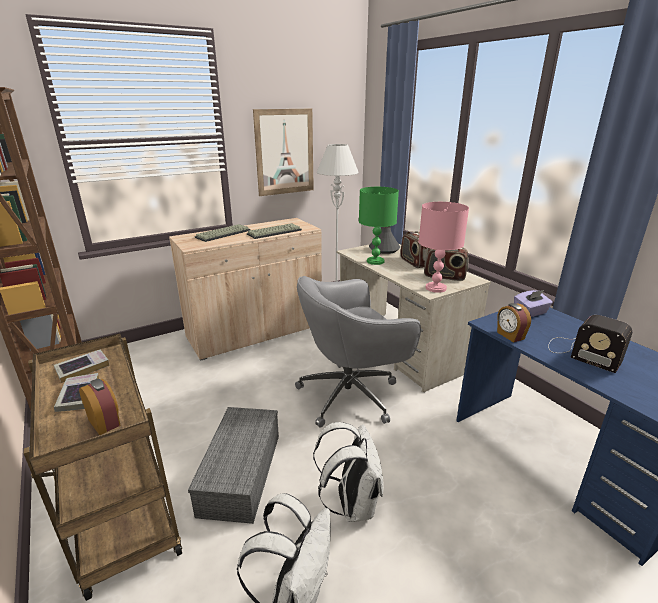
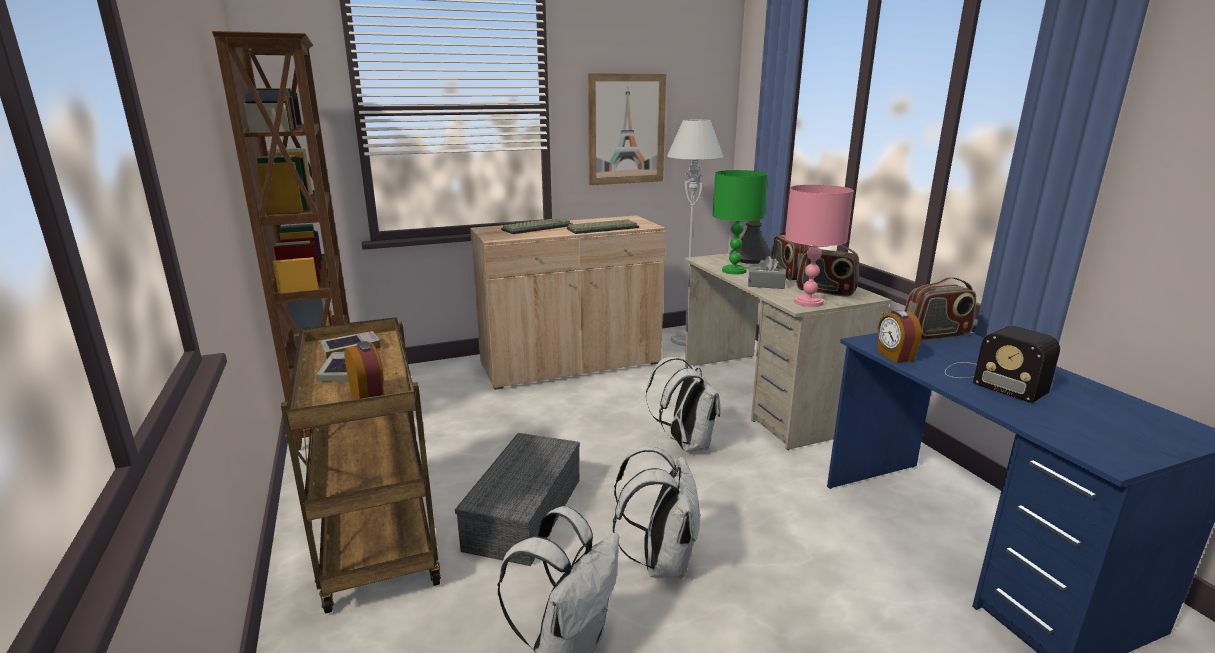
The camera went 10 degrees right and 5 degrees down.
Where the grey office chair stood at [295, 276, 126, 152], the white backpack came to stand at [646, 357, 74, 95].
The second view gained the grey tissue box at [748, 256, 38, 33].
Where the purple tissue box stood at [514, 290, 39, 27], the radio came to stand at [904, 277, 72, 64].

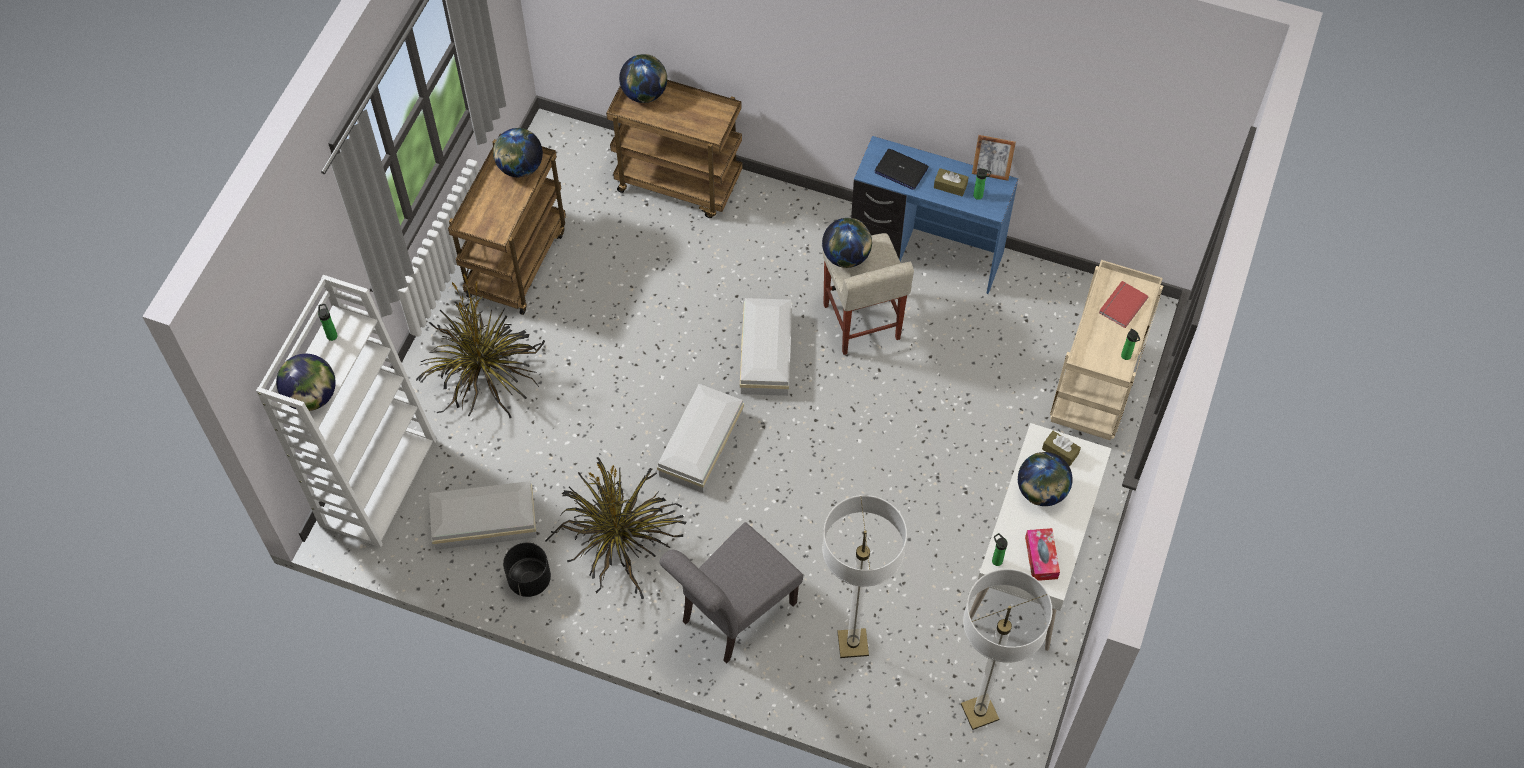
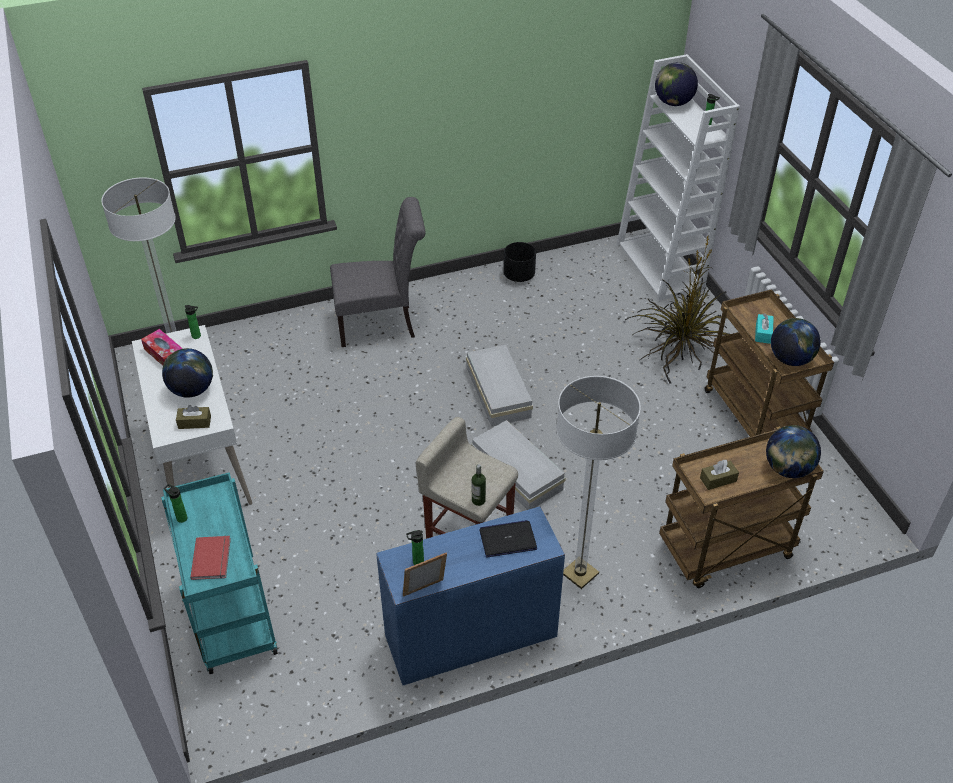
The camera went 140 degrees right and 15 degrees down.
What was the beige cart at [1050, 260, 113, 180] turned into the turquoise cart at [161, 472, 117, 202].
The grey chair at [660, 522, 143, 142] ended up facing another way, 75 degrees clockwise from before.
The second view gained the bottle at [472, 464, 14, 42].
The floor lamp ended up elsewhere, having gone from [822, 495, 85, 163] to [556, 376, 85, 213].
The brown tissue box ended up elsewhere, having gone from [934, 168, 35, 28] to [700, 460, 39, 30].
The second view gained the turquoise tissue box at [755, 313, 19, 31].
The second view lost the white storage box at [429, 481, 108, 69].
The second view lost the potted plant at [545, 457, 141, 142].
The second view lost the globe at [822, 218, 50, 50].

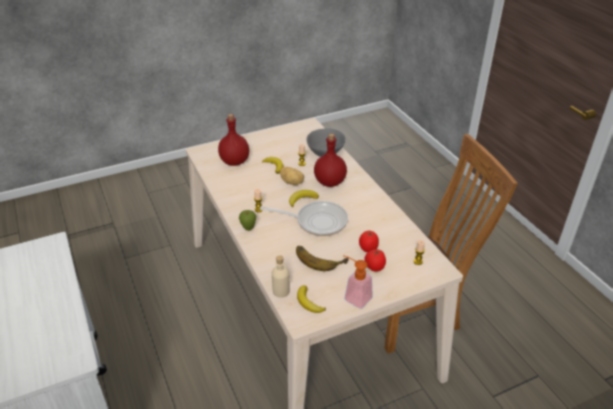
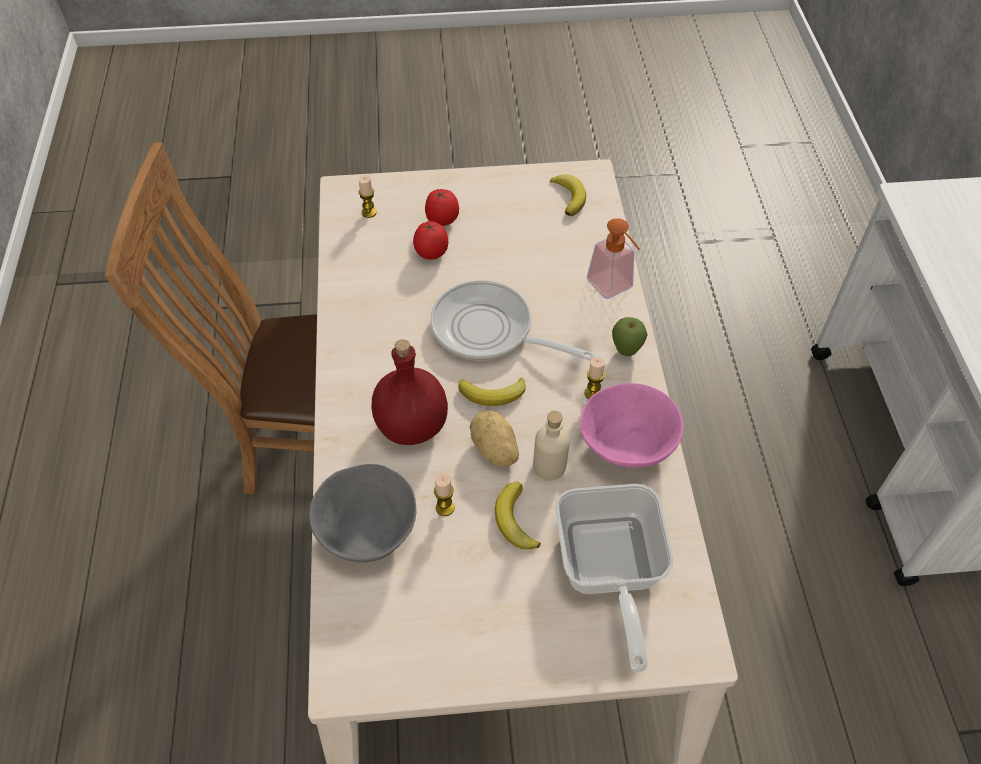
The camera went 160 degrees left and 15 degrees up.
The beige bottle ended up elsewhere, having gone from [272, 255, 18, 43] to [533, 411, 37, 69].
Where the red bottle stood at [218, 114, 31, 52], the frying pan came to stand at [555, 484, 118, 188].
The second view gained the pink bowl at [580, 383, 104, 85].
The soap dispenser ended up elsewhere, having gone from [343, 255, 30, 54] to [587, 218, 53, 81].
The second view lost the banana at [296, 246, 53, 25].

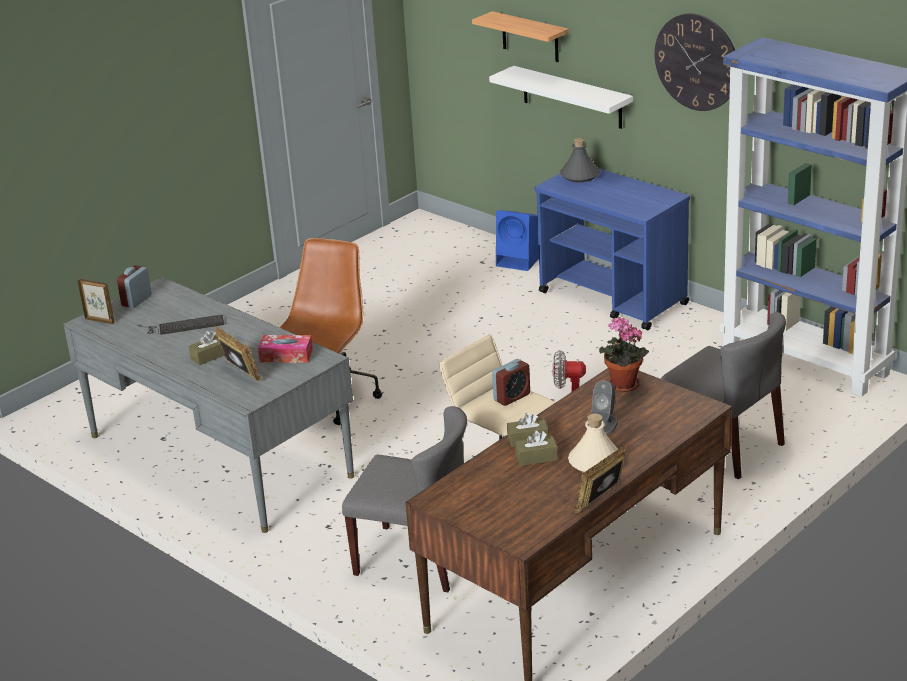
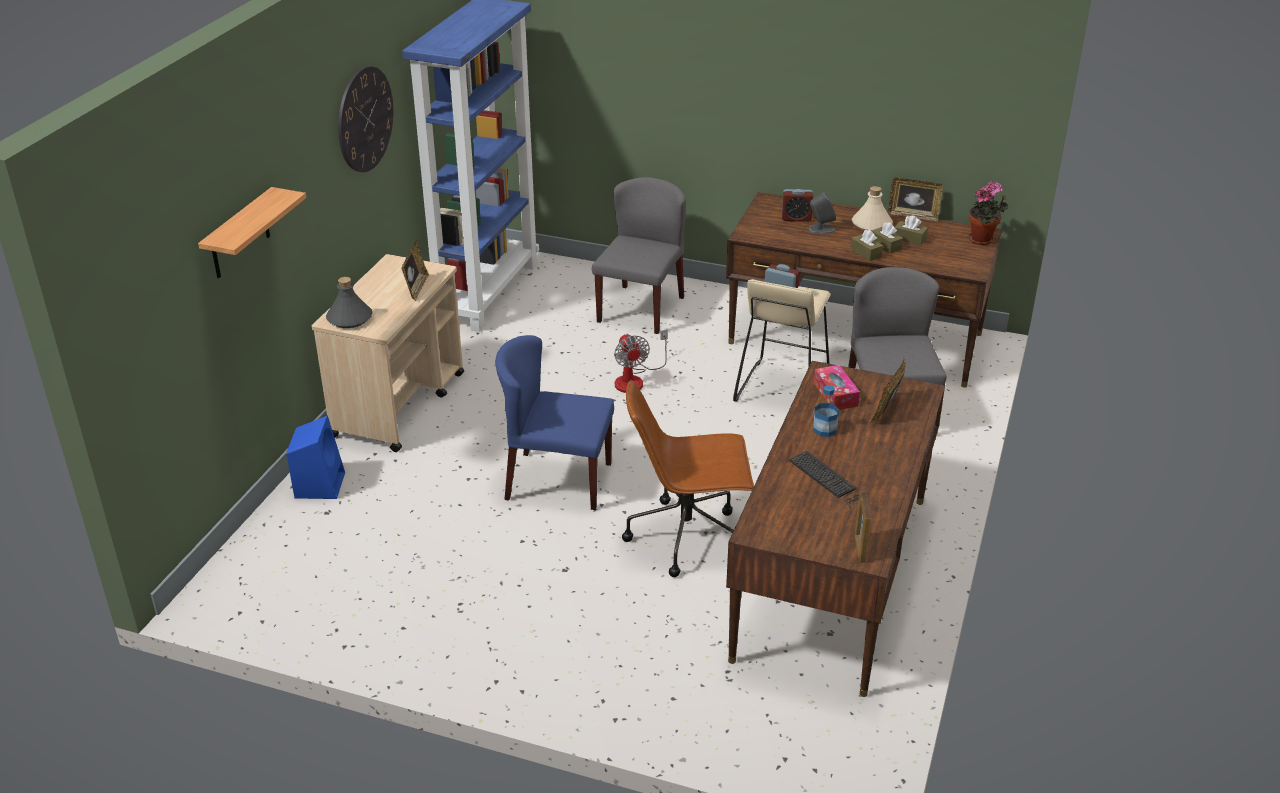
The camera went 115 degrees left and 5 degrees up.
What was the blue cart at [535, 168, 155, 162] turned into the beige cart at [312, 254, 152, 198].
The second view gained the picture frame at [401, 240, 28, 61].
The second view gained the blue chair at [495, 335, 119, 175].
What was the grey desk at [64, 277, 290, 256] turned into the brown desk at [726, 361, 219, 336].
The alarm clock ended up elsewhere, having gone from [117, 265, 35, 43] to [782, 189, 31, 33].
The second view gained the bottle at [813, 385, 26, 52].
The brown tissue box ended up elsewhere, having gone from [188, 331, 37, 34] to [894, 215, 34, 30].
The potted plant ended up elsewhere, having gone from [599, 317, 50, 75] to [968, 181, 40, 64].
The second view lost the white shelf at [489, 66, 144, 63].

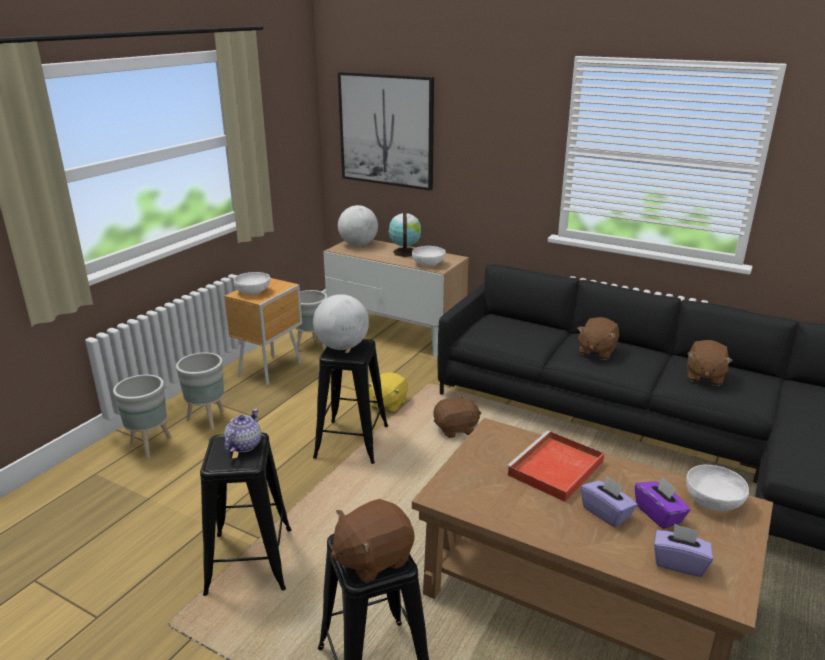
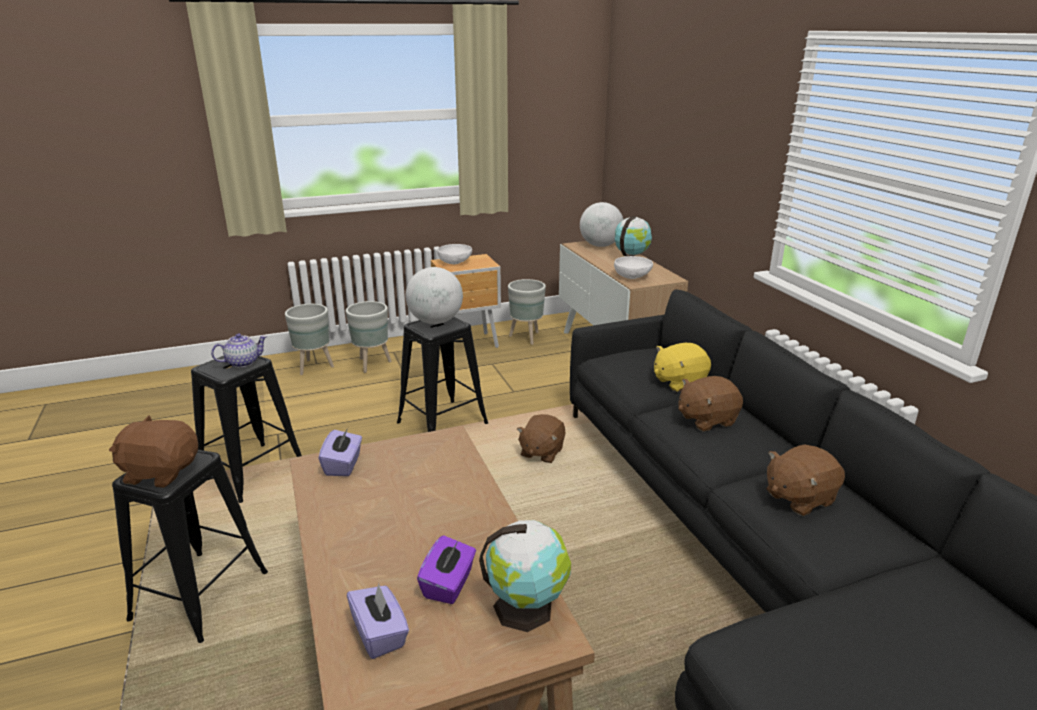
The camera went 40 degrees right and 0 degrees up.
The purple tissue box ended up elsewhere, having gone from [581, 476, 56, 52] to [318, 428, 44, 48].
Where the white bowl stood at [686, 465, 63, 46], the globe came to stand at [479, 520, 92, 112].
The brown plush toy at [433, 395, 48, 43] ended up facing another way, 90 degrees clockwise from before.
The yellow plush toy ended up elsewhere, having gone from [369, 373, 39, 40] to [654, 343, 57, 49].
The second view lost the picture at [338, 72, 96, 118].
The second view lost the red tray at [506, 431, 99, 71].

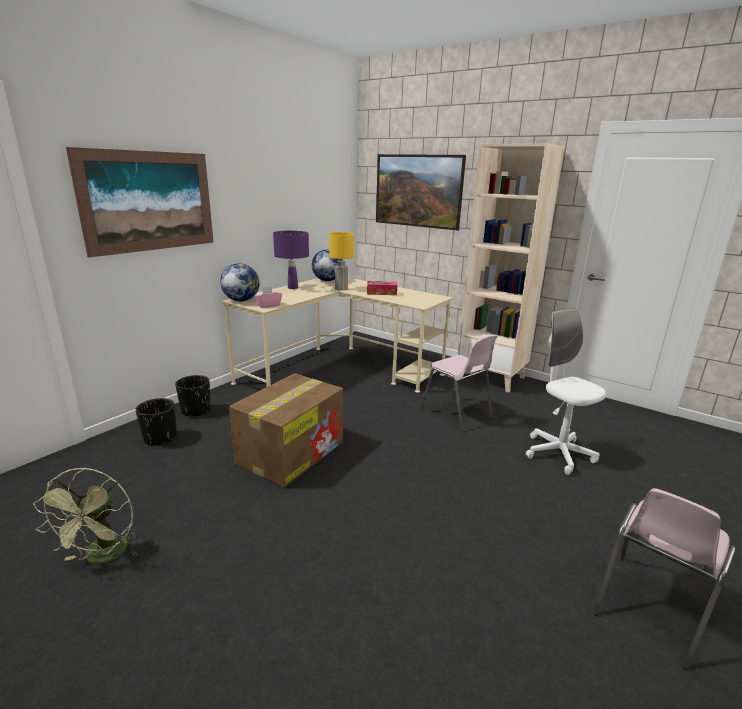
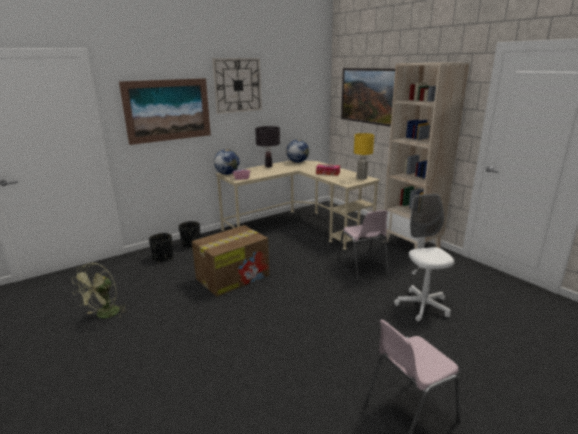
The camera went 20 degrees right and 0 degrees up.
The second view gained the wall clock at [212, 58, 50, 56].
What was the purple table lamp at [273, 231, 36, 58] turned into the black table lamp at [255, 126, 25, 41].
The yellow table lamp ended up elsewhere, having gone from [329, 232, 25, 59] to [354, 133, 20, 46].

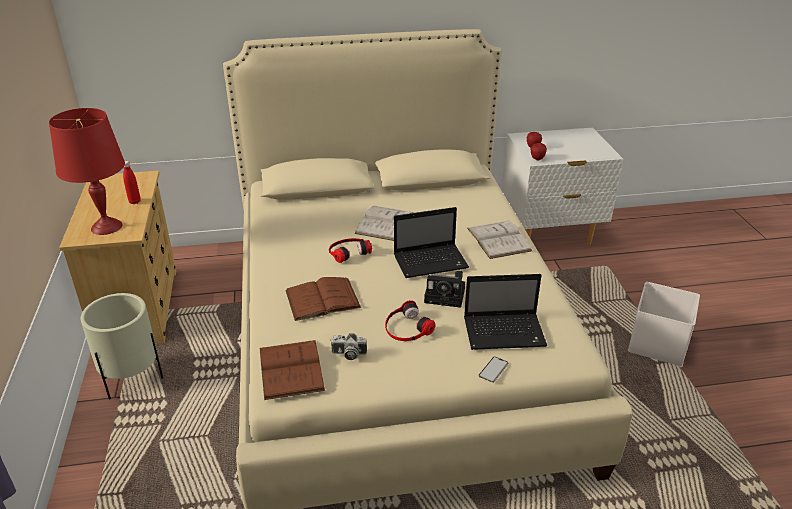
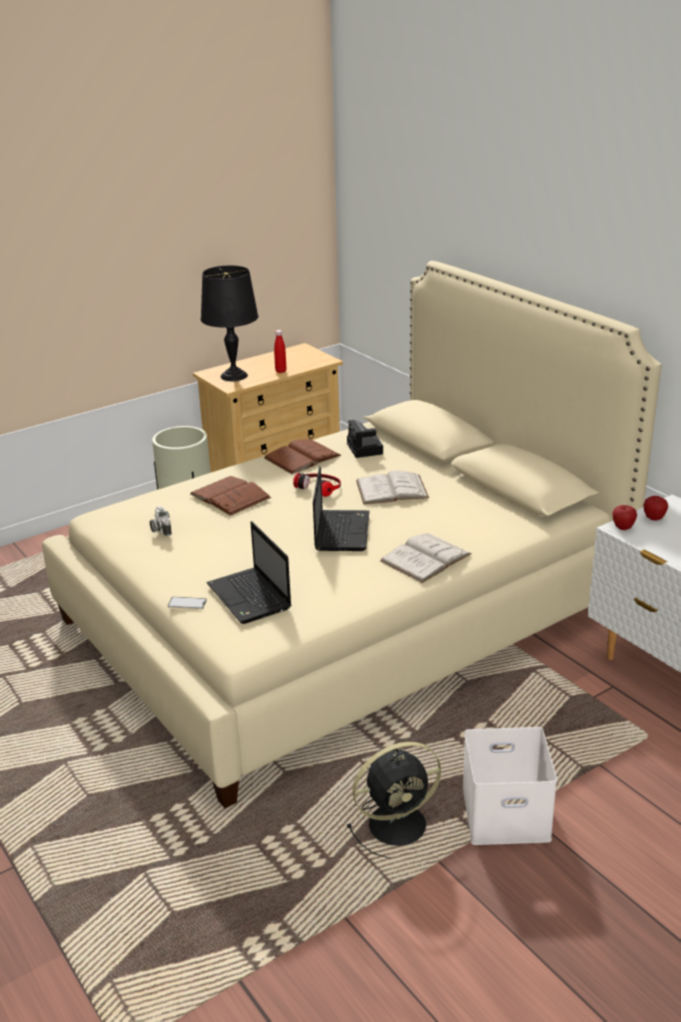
The camera went 65 degrees right and 5 degrees down.
What was the red table lamp at [49, 108, 76, 127] turned into the black table lamp at [201, 265, 57, 116].
The brown book ended up elsewhere, having gone from [260, 340, 65, 60] to [264, 439, 77, 35].
The laptop at [394, 207, 75, 71] ended up facing another way, 135 degrees counterclockwise from before.
The photo camera ended up elsewhere, having gone from [424, 271, 41, 37] to [347, 420, 36, 38].
The second view gained the black fan at [347, 742, 94, 116].
The second view lost the headphones at [385, 300, 50, 41].

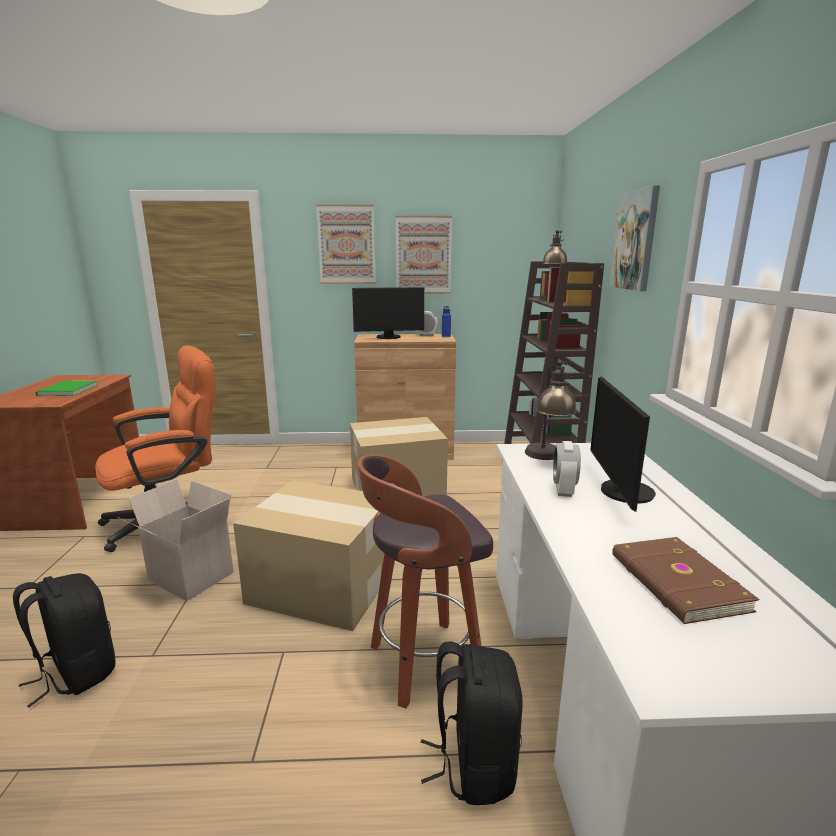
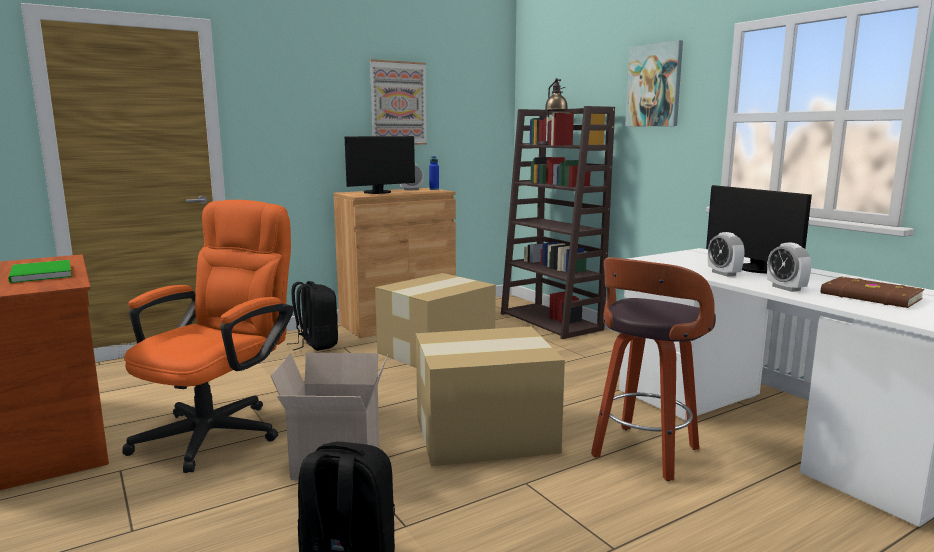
The camera went 30 degrees left and 5 degrees down.
The black backpack ended up elsewhere, having gone from [421, 642, 102, 163] to [287, 281, 51, 70].
The second view gained the alarm clock at [767, 242, 44, 50].
The second view lost the picture at [316, 204, 60, 80].
The second view lost the table lamp at [525, 360, 52, 100].

